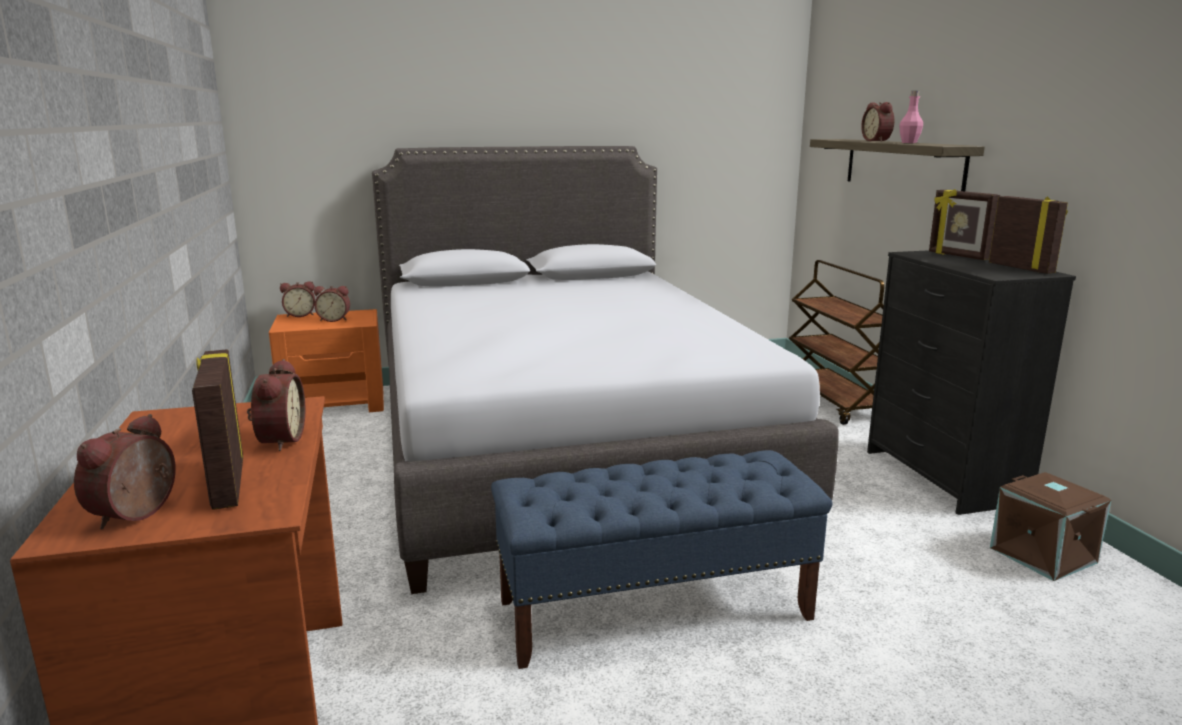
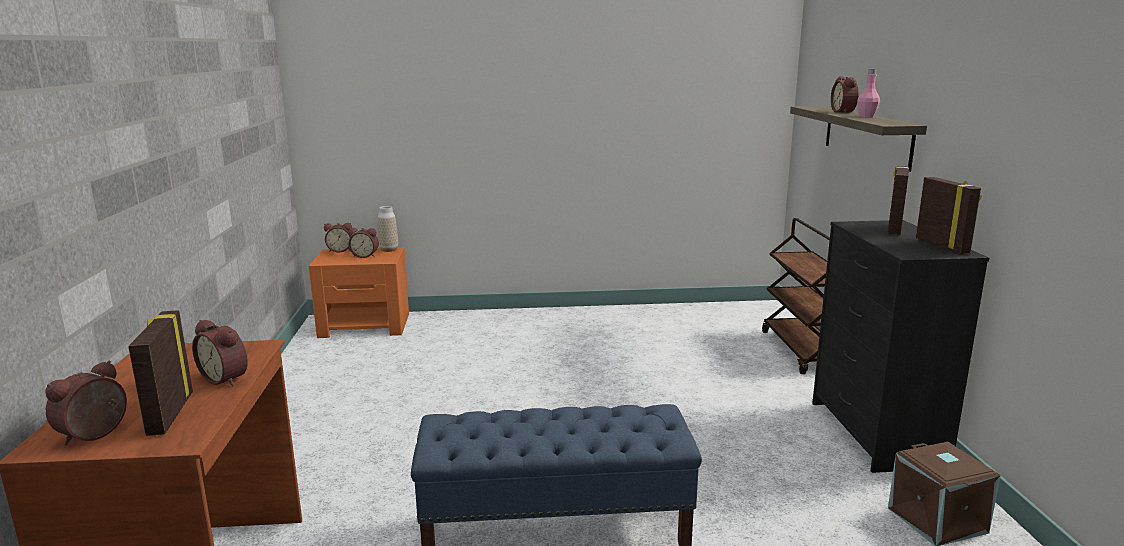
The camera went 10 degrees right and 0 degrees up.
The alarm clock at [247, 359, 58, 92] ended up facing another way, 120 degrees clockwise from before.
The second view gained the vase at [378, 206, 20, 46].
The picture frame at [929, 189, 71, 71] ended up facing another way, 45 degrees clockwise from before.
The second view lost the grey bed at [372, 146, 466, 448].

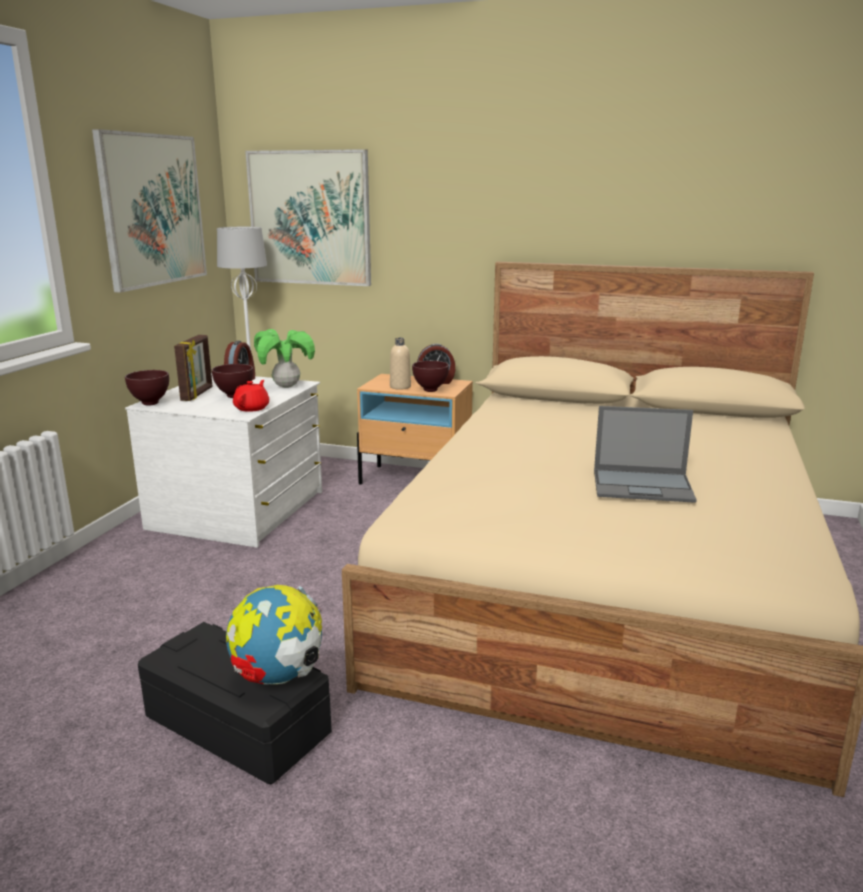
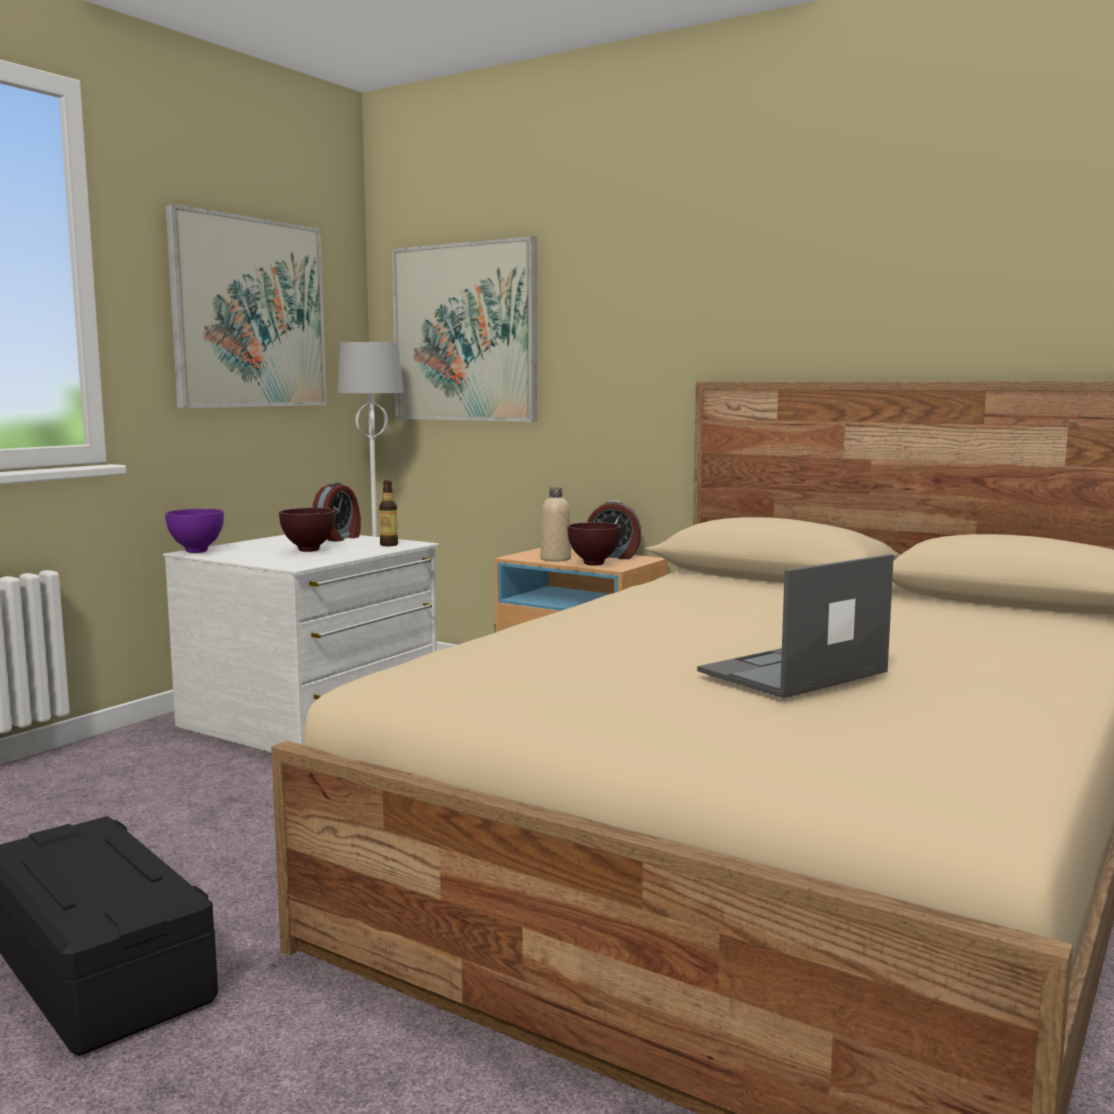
The camera went 15 degrees right and 10 degrees down.
What was the brown bowl at [125, 370, 44, 36] turned into the purple bowl at [165, 509, 59, 44].
Where the potted plant stood at [254, 329, 61, 59], the bottle came to stand at [379, 480, 19, 66].
The laptop at [594, 406, 103, 97] ended up facing another way, 120 degrees clockwise from before.
The second view lost the picture frame at [174, 335, 38, 66].
The second view lost the globe at [226, 585, 96, 99].
The second view lost the red teapot at [233, 380, 36, 32].

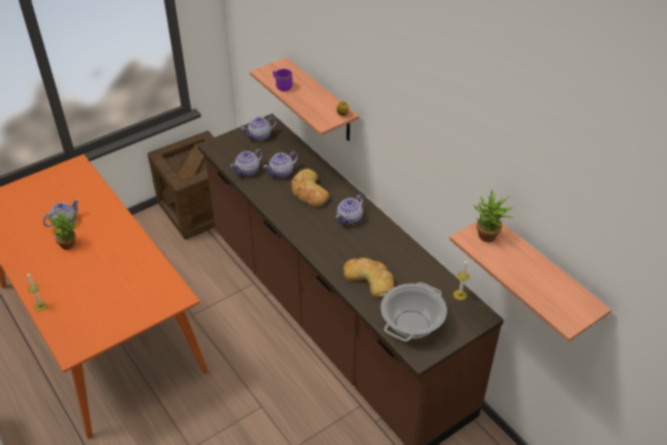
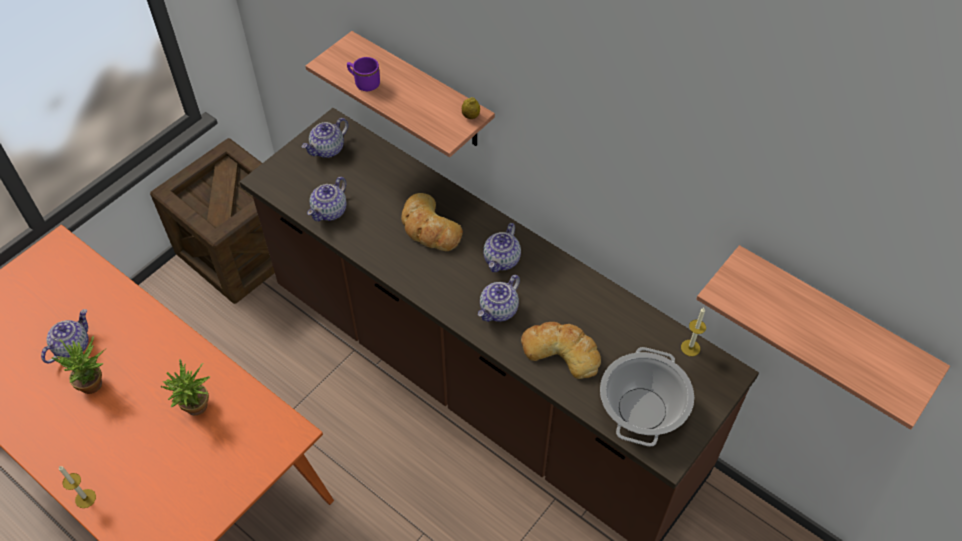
The camera went 15 degrees left and 10 degrees up.
The potted plant ended up elsewhere, having gone from [474, 189, 39, 53] to [161, 359, 50, 56].
The teapot ended up elsewhere, having gone from [263, 151, 35, 27] to [478, 275, 42, 47].

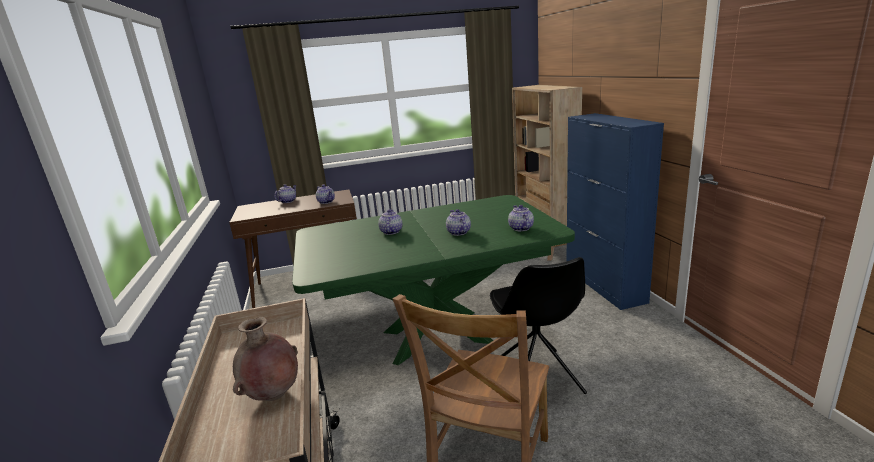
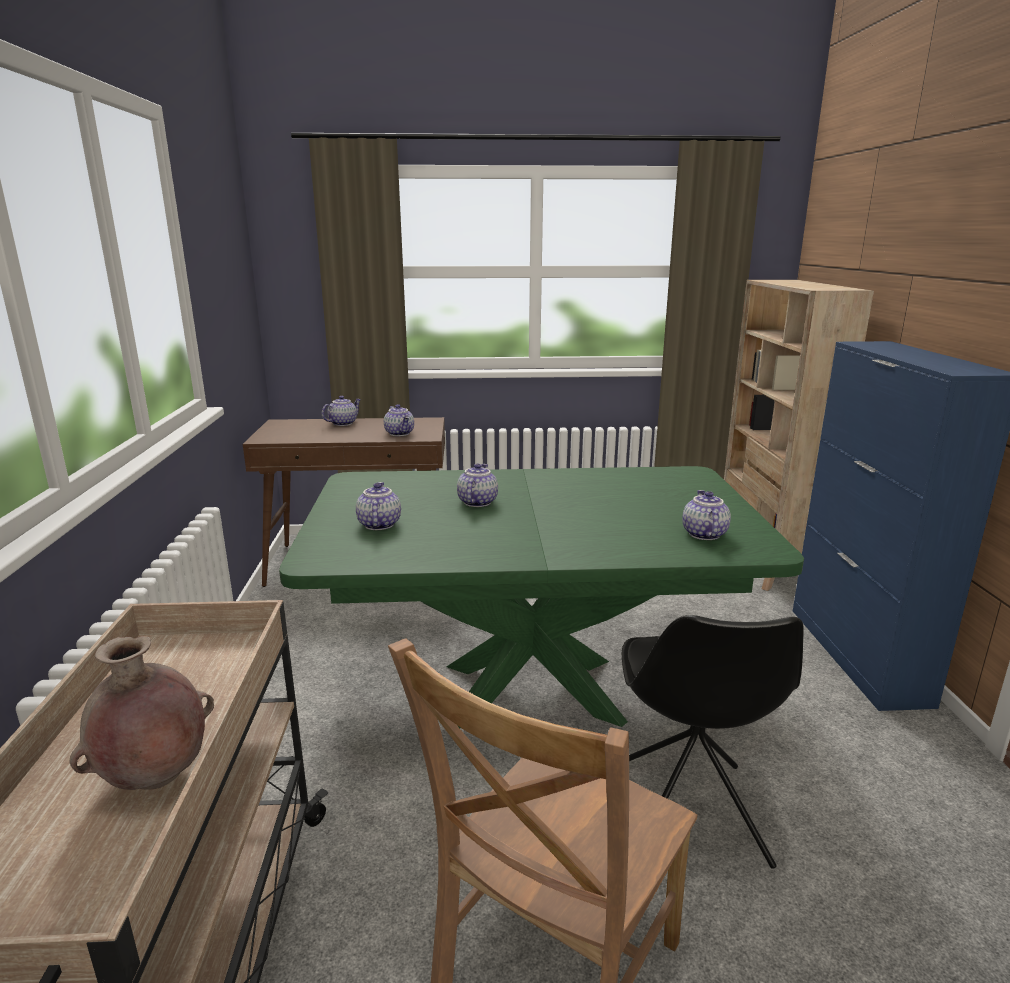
The camera went 10 degrees right and 0 degrees up.
The teapot ended up elsewhere, having gone from [446, 209, 25, 27] to [356, 482, 45, 48].

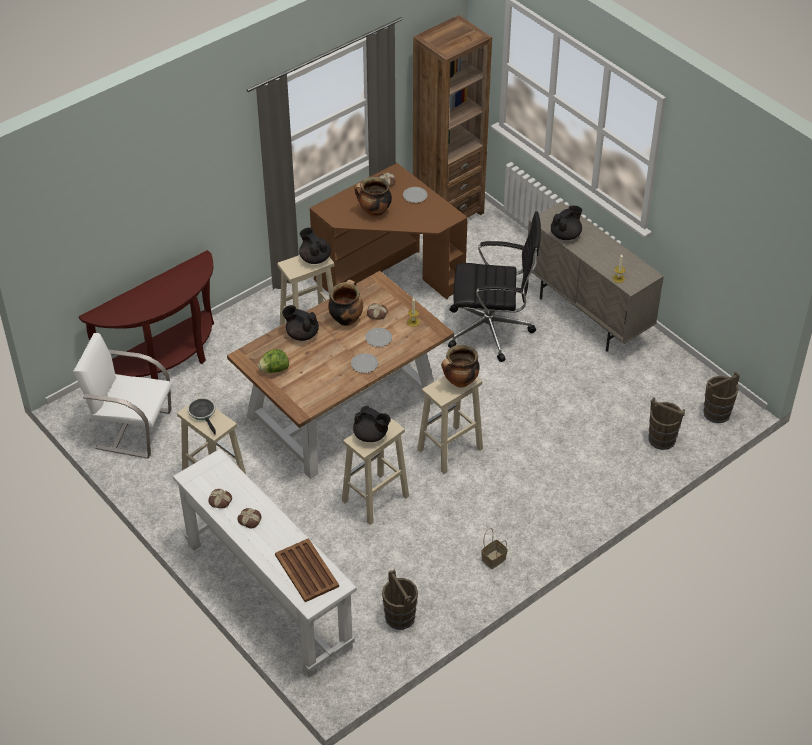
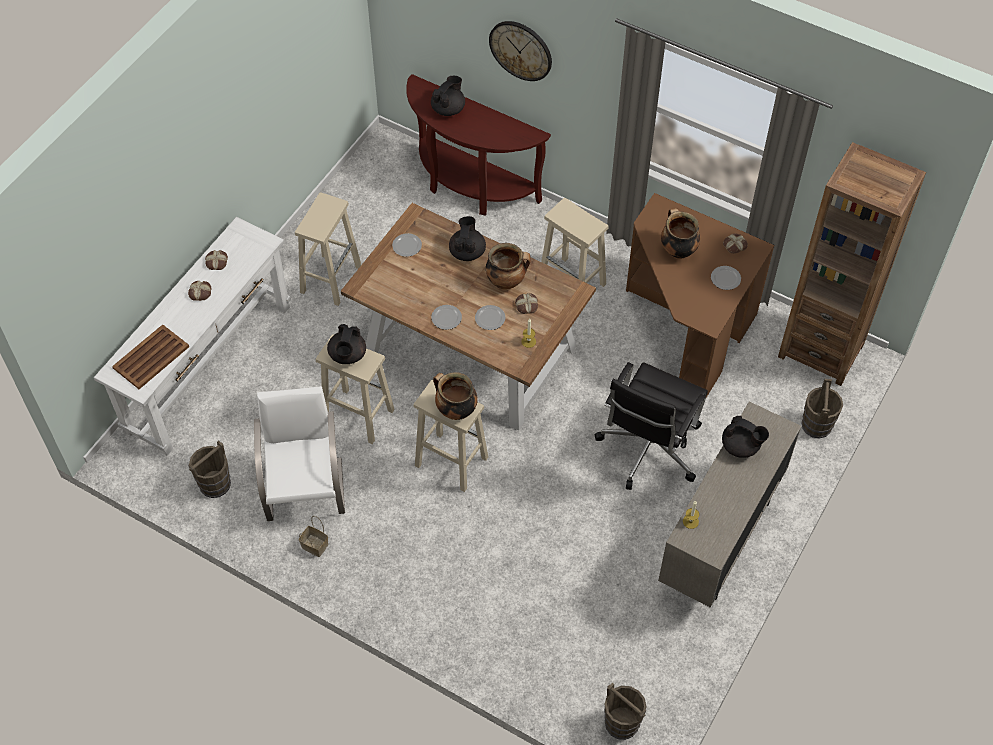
The camera went 70 degrees right and 10 degrees up.
The white chair ended up elsewhere, having gone from [73, 333, 99, 125] to [254, 386, 91, 135].
Where the lettuce stood at [258, 349, 31, 24], the plate came to stand at [392, 233, 30, 24].
The black teapot ended up elsewhere, having gone from [299, 228, 32, 36] to [431, 76, 34, 40].
The second view gained the wall clock at [489, 21, 63, 60].
The black office chair at [448, 211, 93, 151] ended up facing another way, 45 degrees clockwise from before.
The brown bucket ended up elsewhere, having gone from [649, 397, 36, 53] to [802, 378, 41, 60].
The second view lost the frying pan at [188, 398, 28, 36].

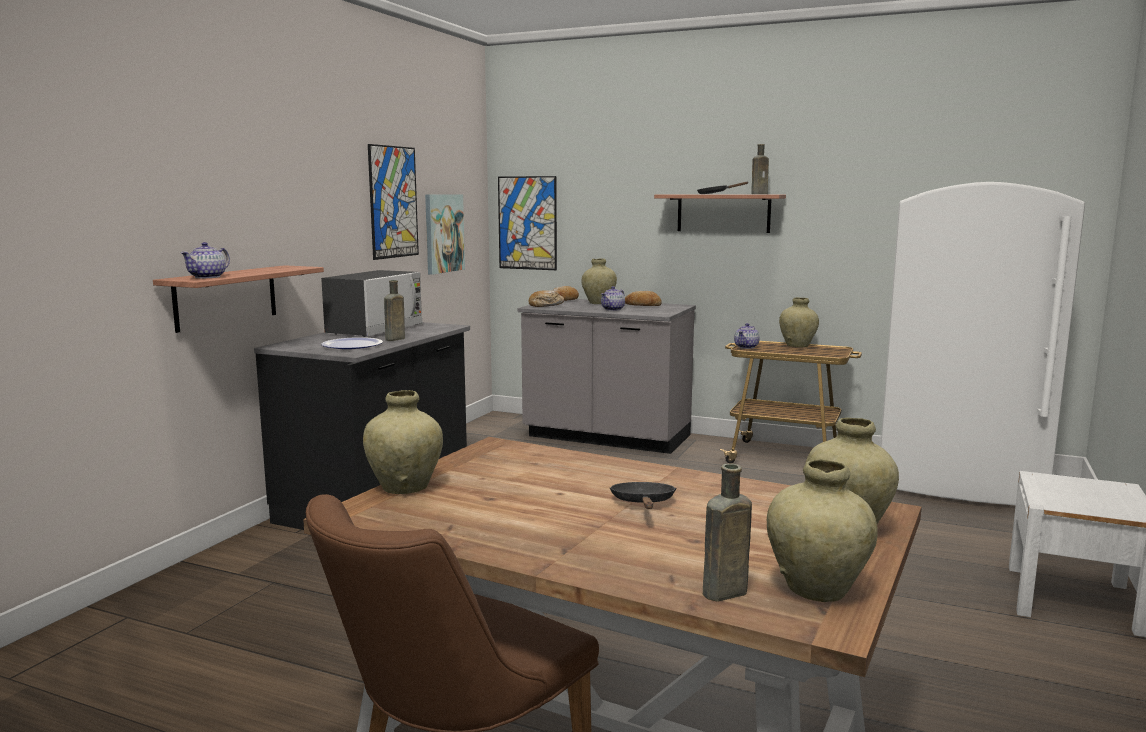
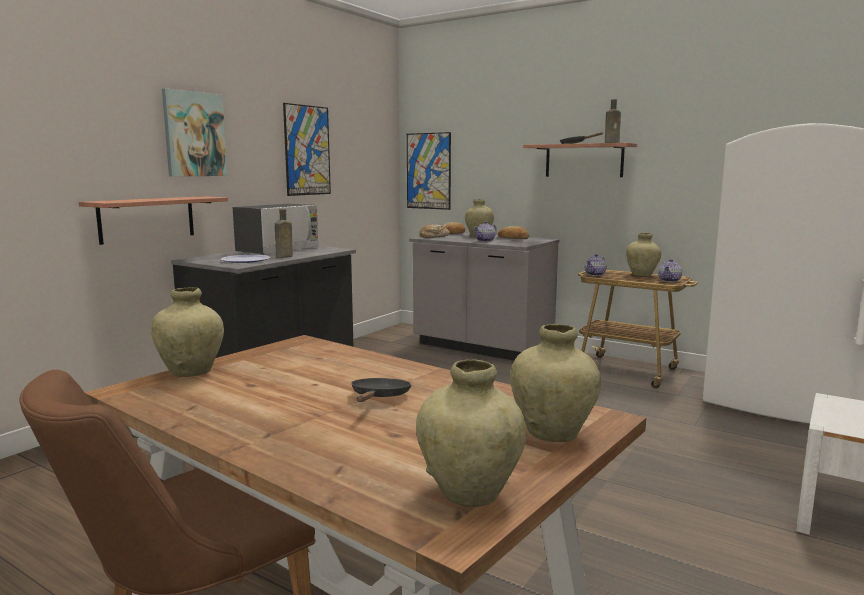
The camera went 10 degrees right and 0 degrees up.
The picture ended up elsewhere, having gone from [425, 194, 40, 81] to [162, 88, 66, 89].
The teapot ended up elsewhere, having gone from [181, 242, 49, 36] to [658, 259, 24, 23].
The second view lost the brown bottle at [703, 464, 49, 137].

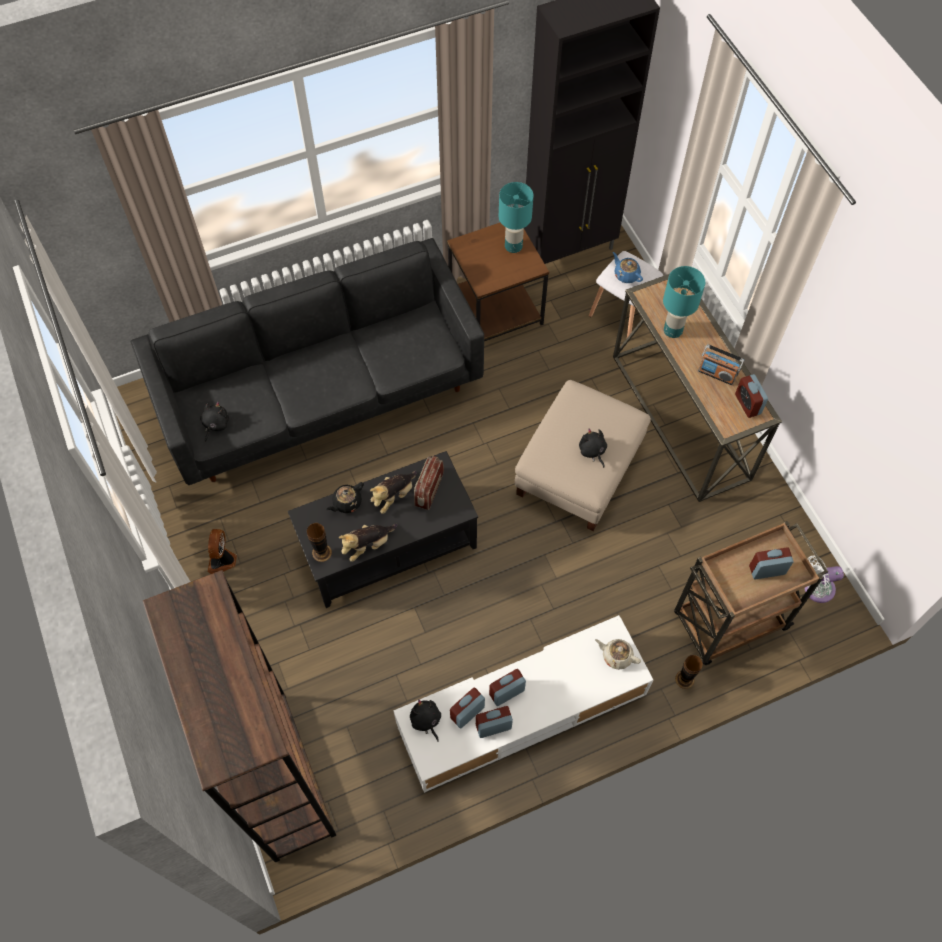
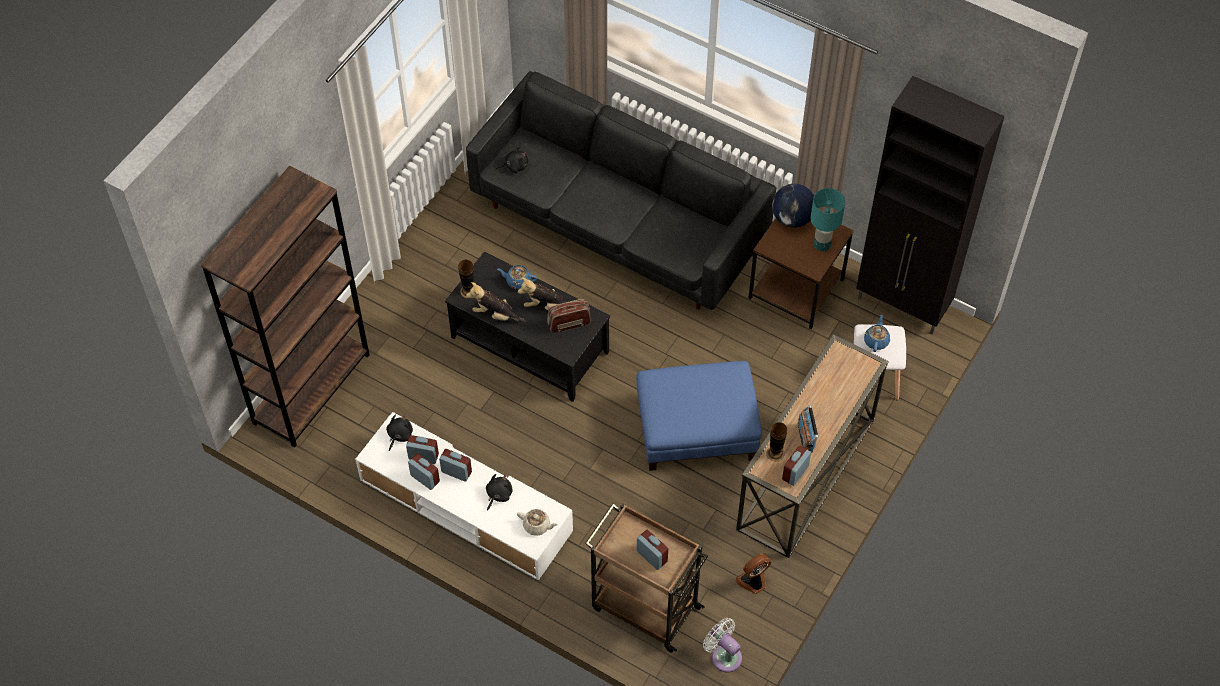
The camera went 55 degrees right and 5 degrees down.
The black plush toy ended up elsewhere, having gone from [579, 428, 28, 40] to [486, 474, 27, 37].
What was the black teapot at [326, 482, 38, 31] turned into the blue teapot at [497, 265, 40, 25].
The beige teapot at [595, 639, 46, 31] ended up facing another way, 120 degrees clockwise from before.
What was the beige ottoman at [515, 380, 136, 151] turned into the blue ottoman at [636, 361, 126, 110].
The fan ended up elsewhere, having gone from [208, 529, 29, 45] to [736, 553, 35, 41].
The vase ended up elsewhere, having gone from [675, 655, 28, 34] to [766, 422, 21, 40].
The second view gained the globe at [772, 184, 42, 44].
The second view lost the turquoise table lamp at [663, 266, 42, 72].

